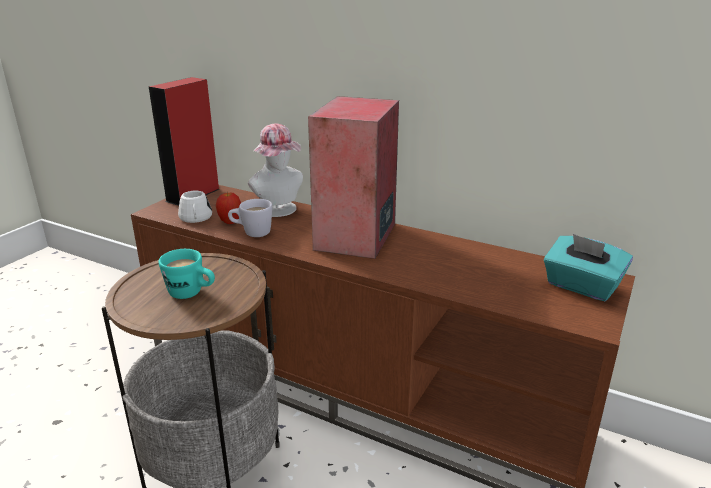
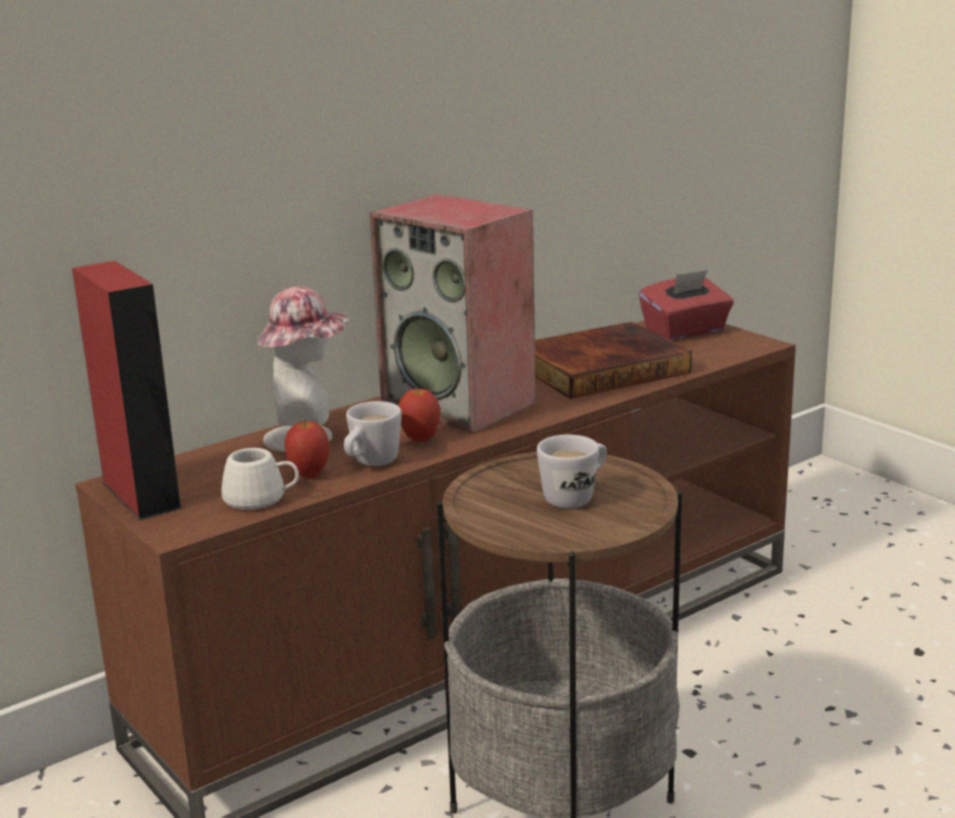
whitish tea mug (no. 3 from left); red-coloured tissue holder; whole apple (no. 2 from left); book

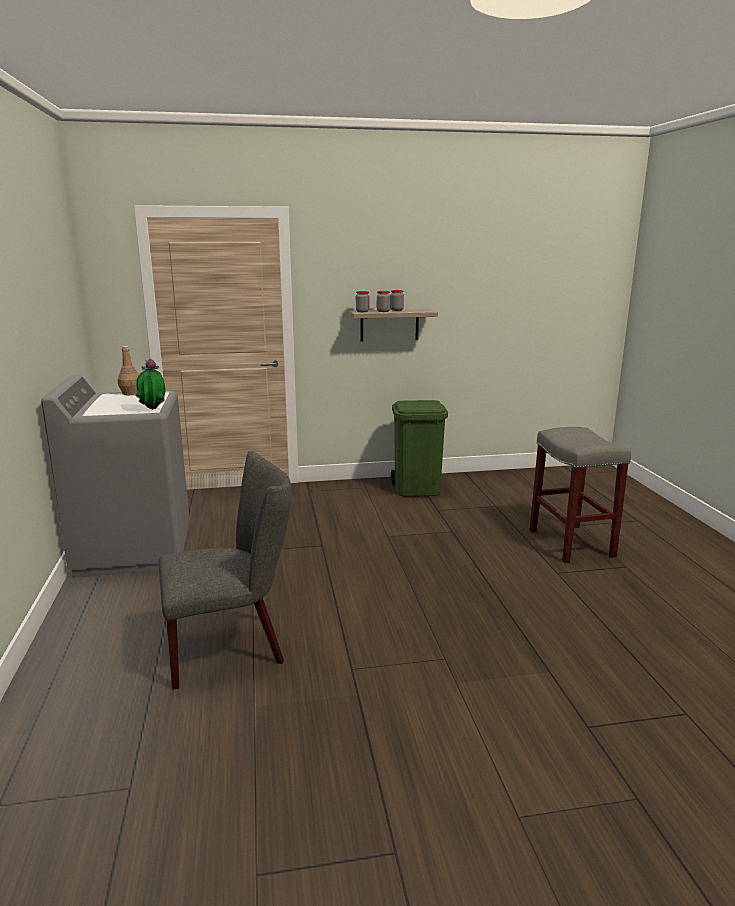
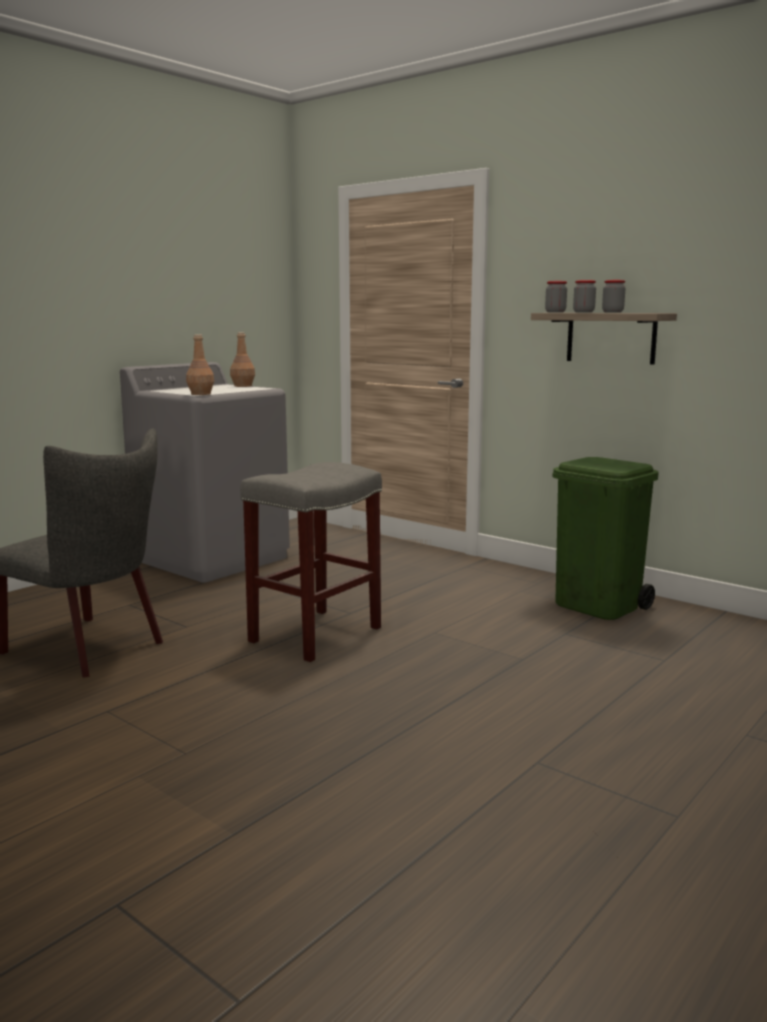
brownish beverage bottle (no. 1 from left); grey sitting stool

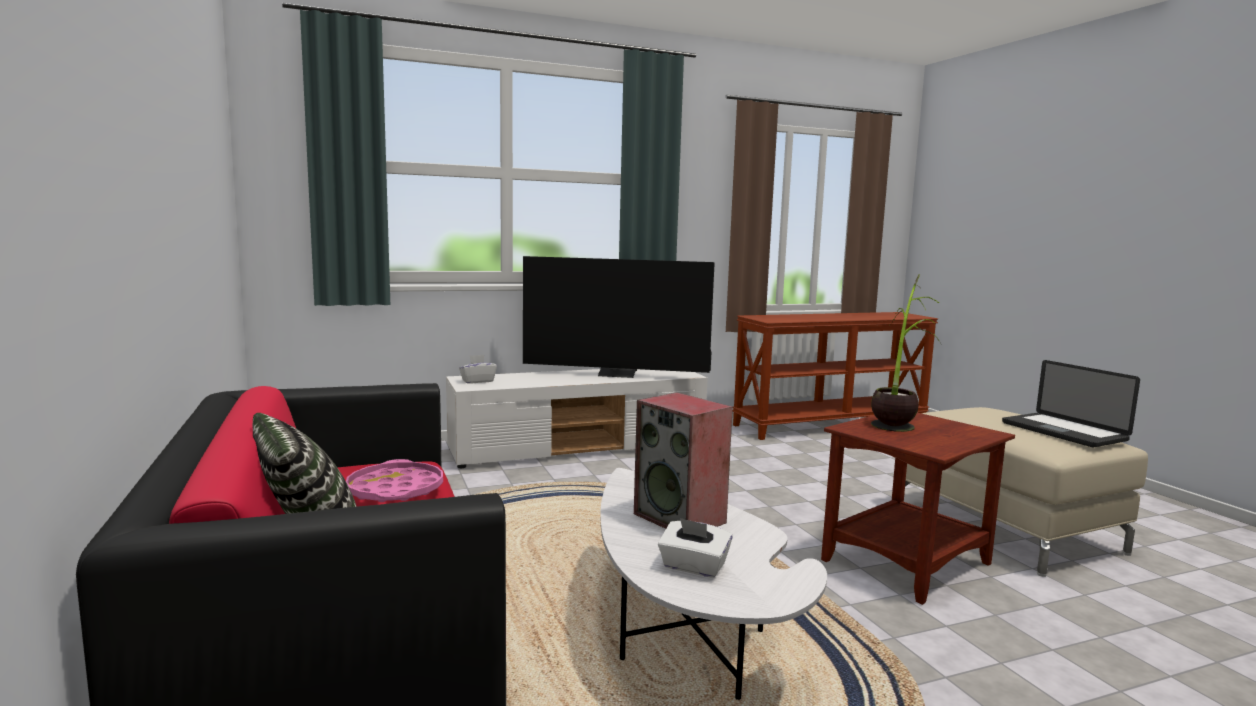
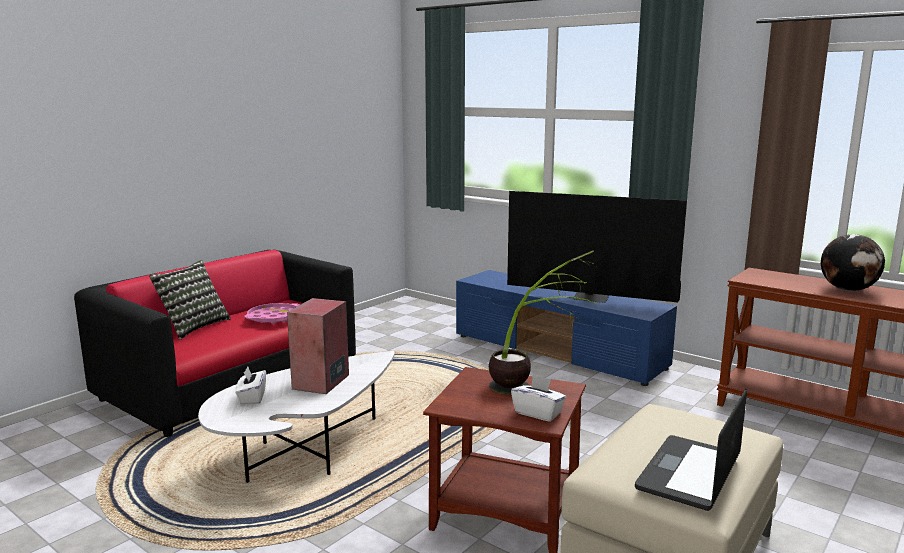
bluish tv unit; whitish tissue holder (no. 2 from left); TV set; world globe

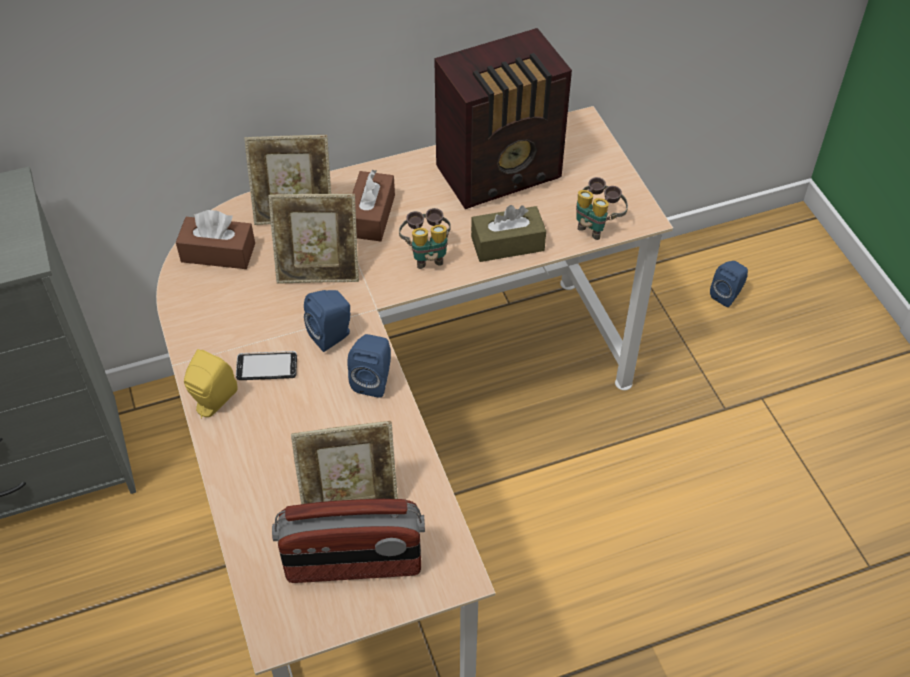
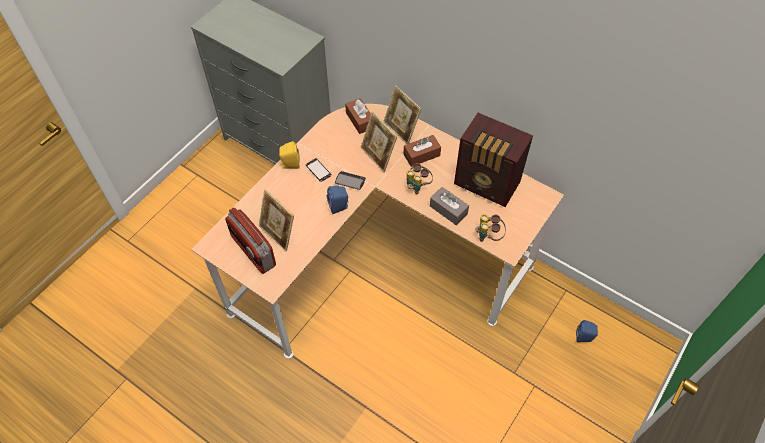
telephone (no. 2 from left); grey tissue holder

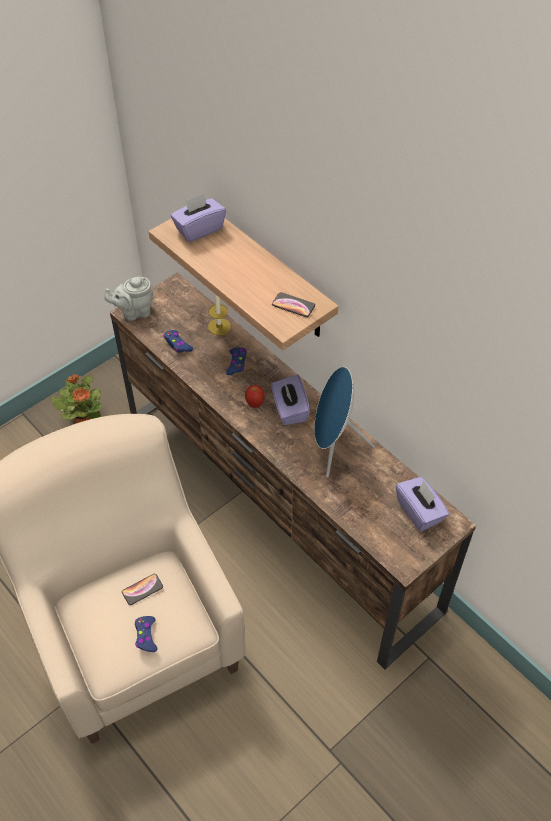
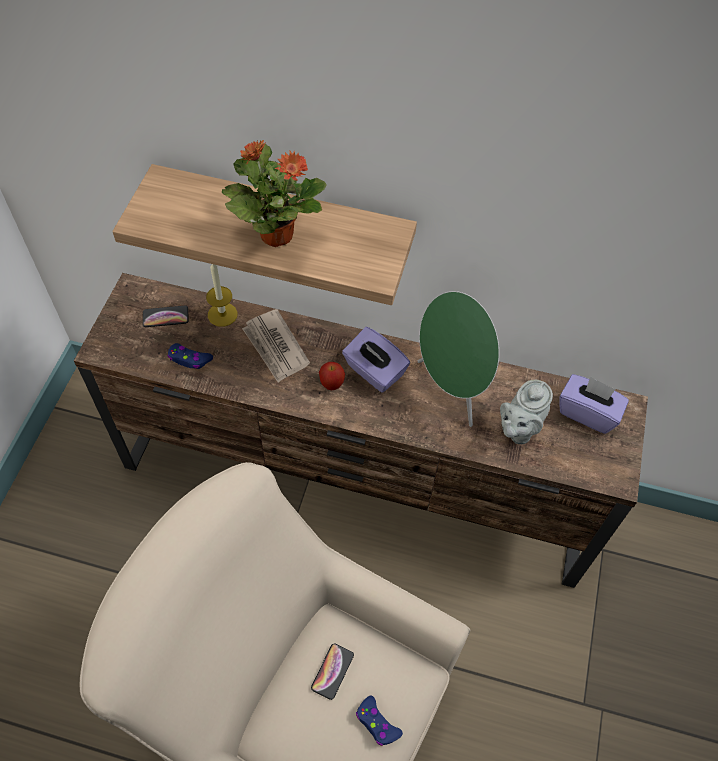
houseplant; grey tea pot; purplish tissue holder (no. 1 from left in the first image); newspaper; telephone (no. 1 from left); greenish loudspeaker

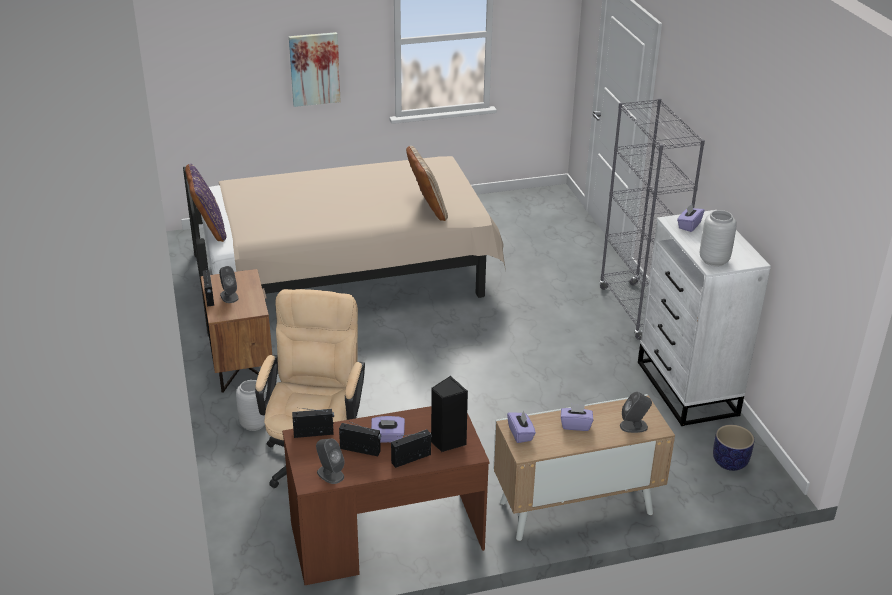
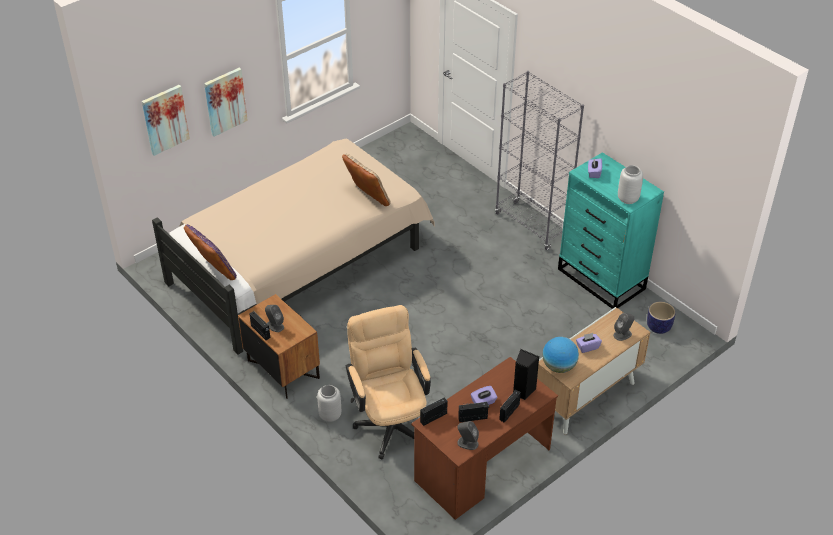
world globe; blue-green dresser; wall picture (no. 1 from left)

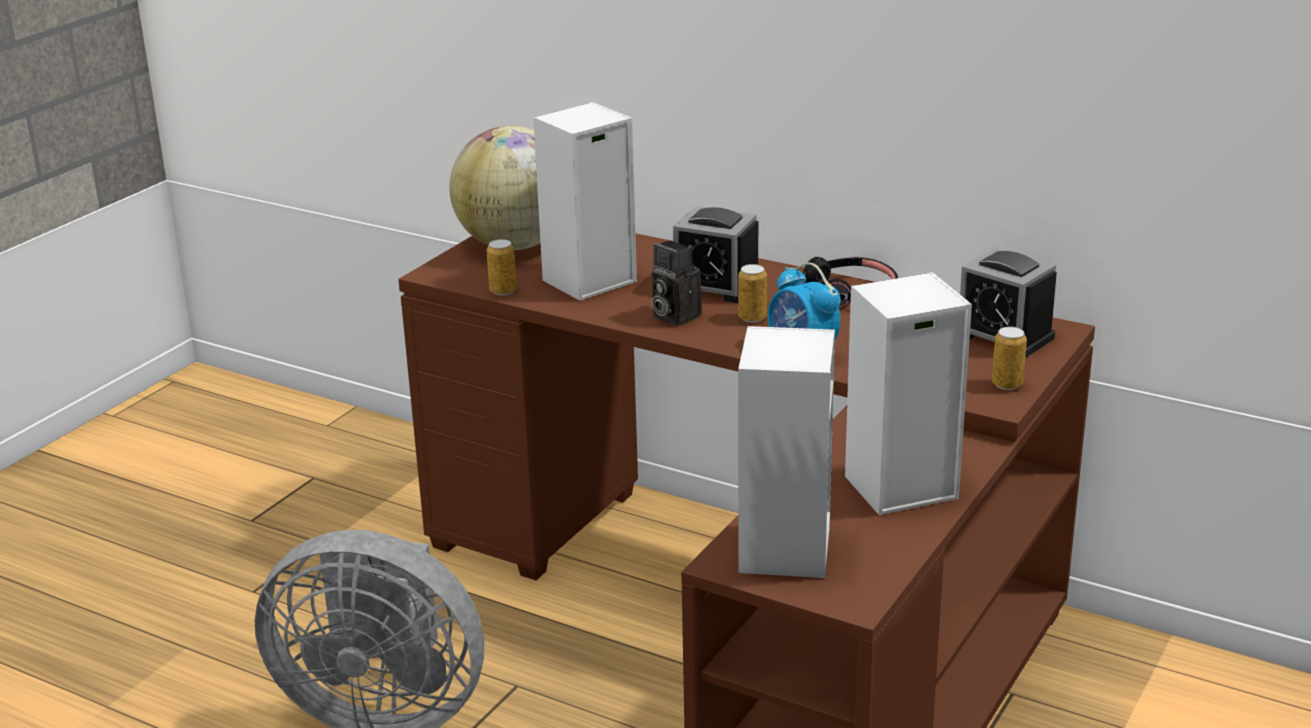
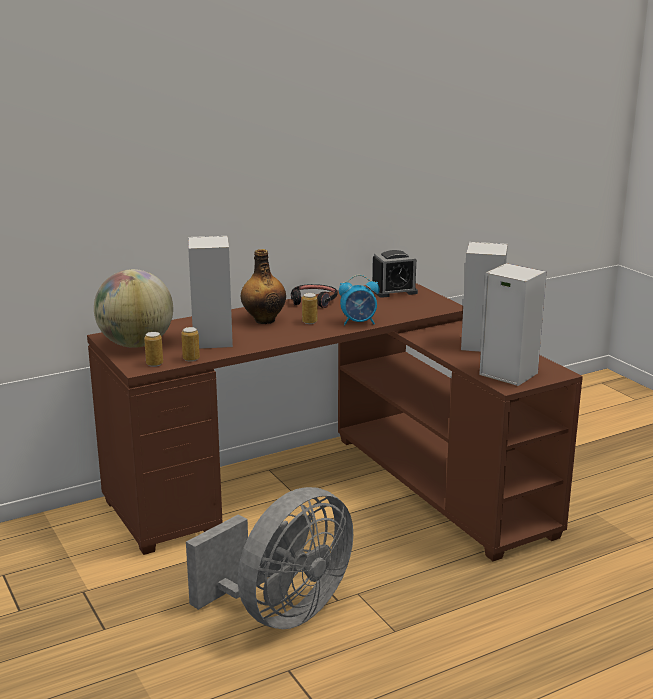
still camera; beverage bottle; can (no. 1 from left)

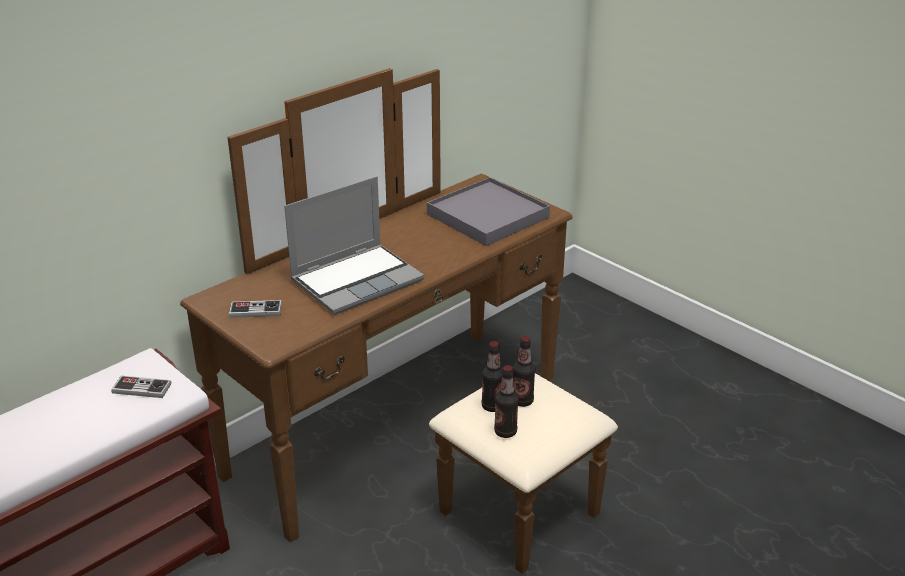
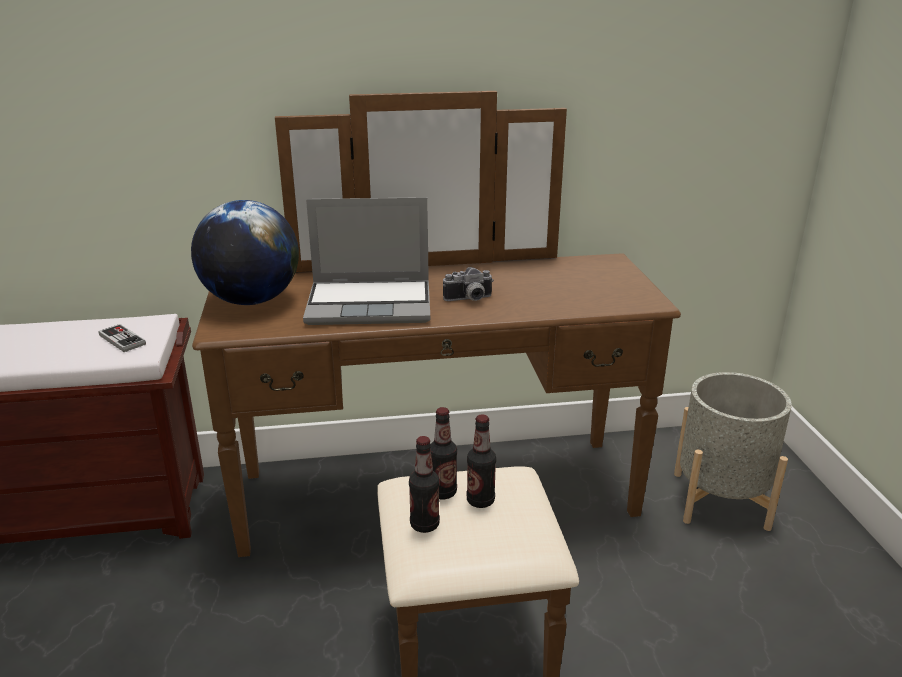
world globe; grey carrying tray; still camera; grey plant pot

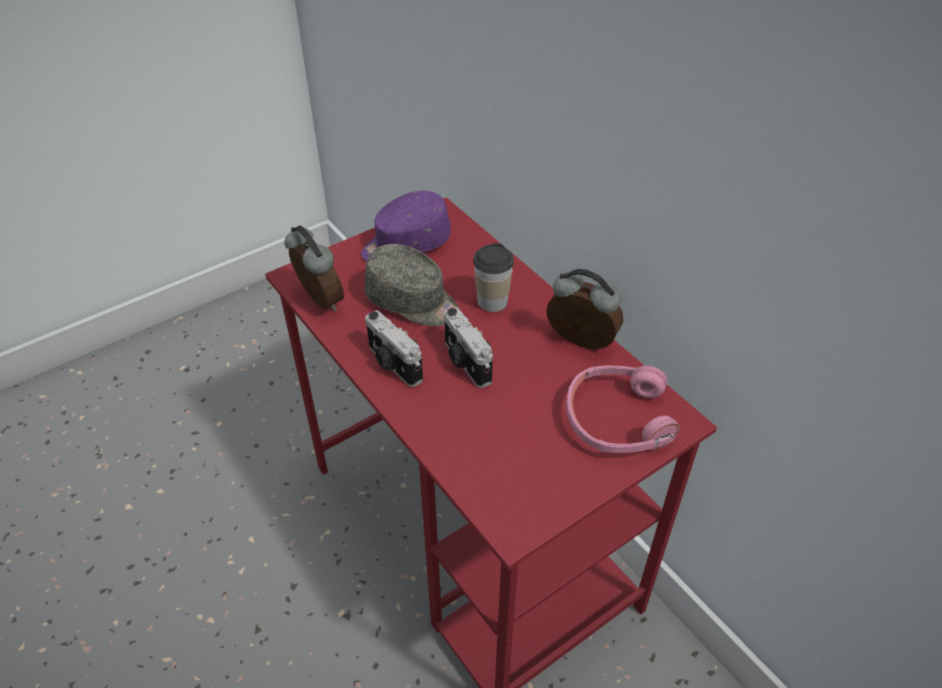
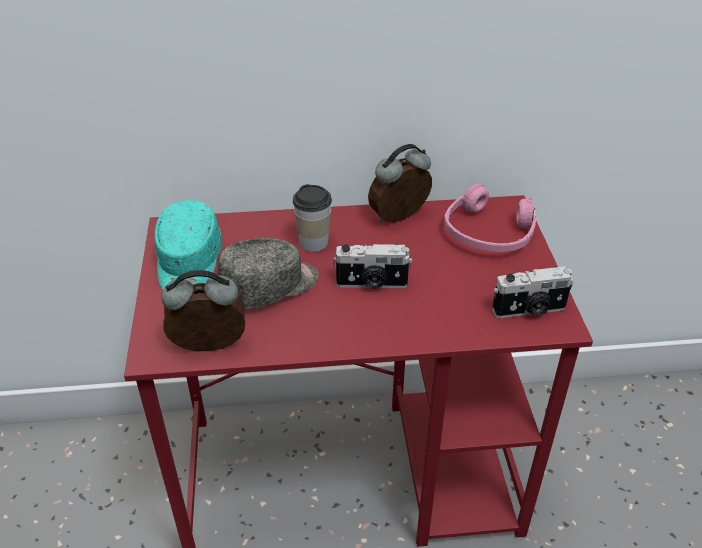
blue-green peaked cap; still camera (no. 2 from left)

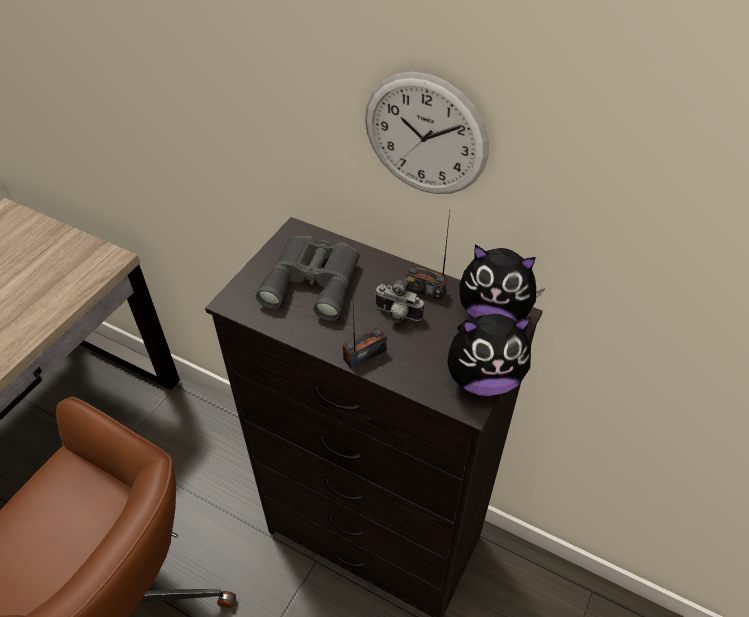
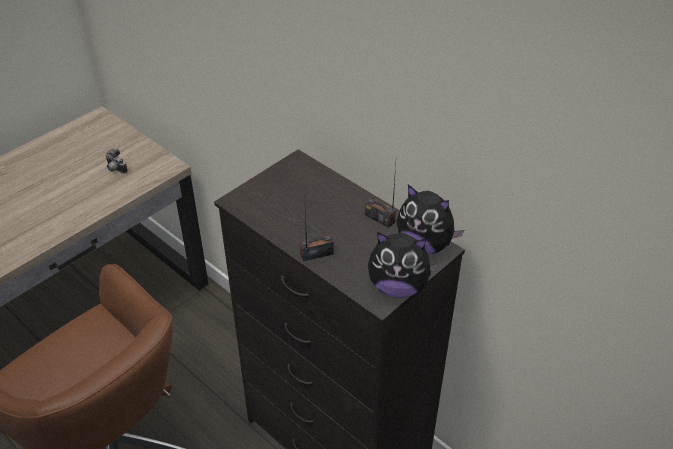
grey binoculars; hanging clock; still camera

